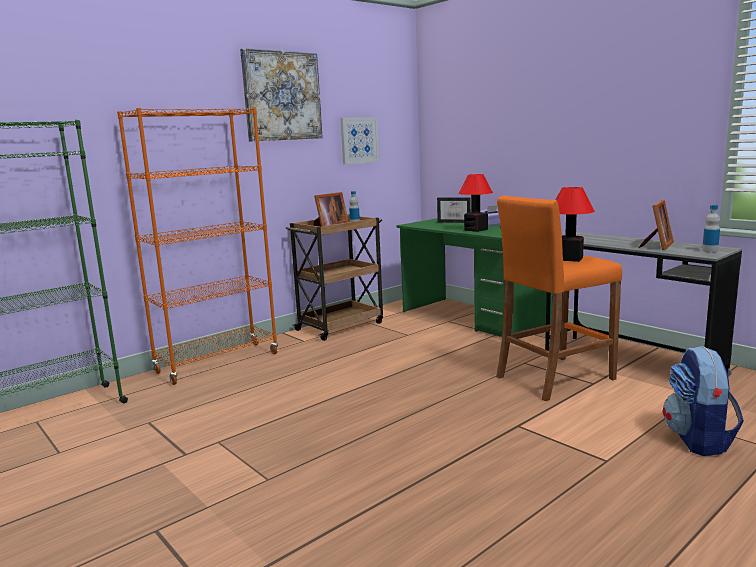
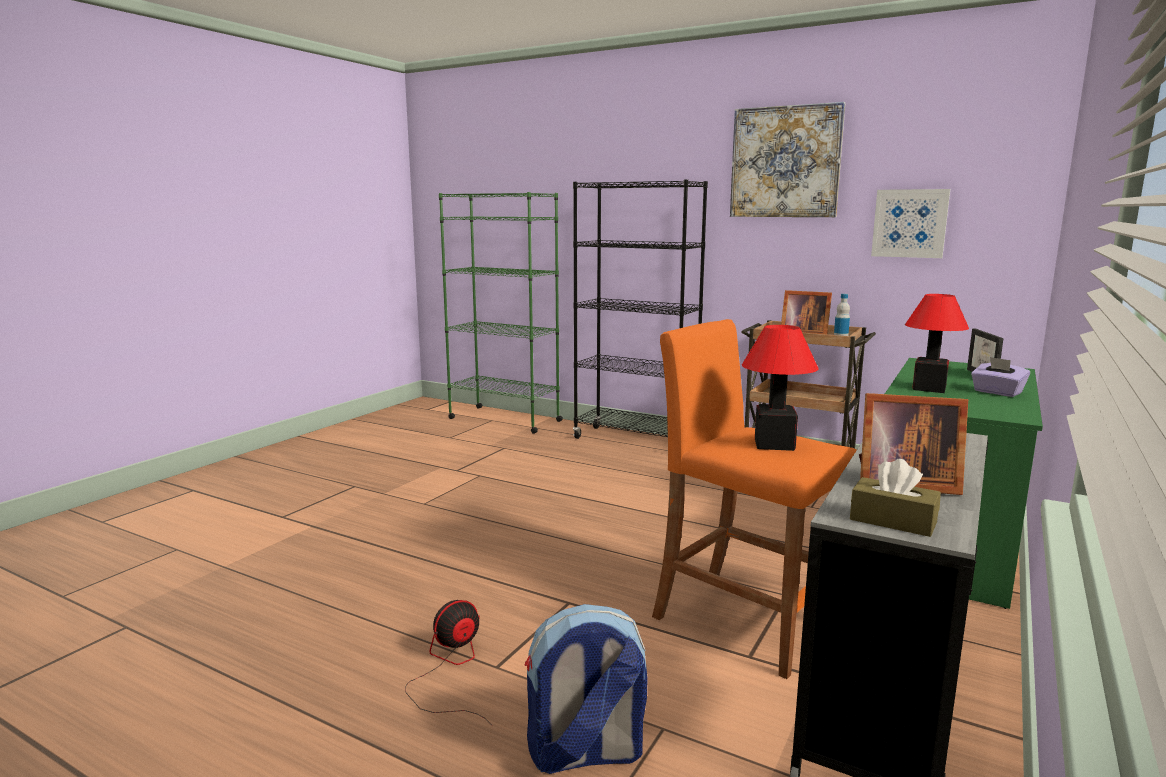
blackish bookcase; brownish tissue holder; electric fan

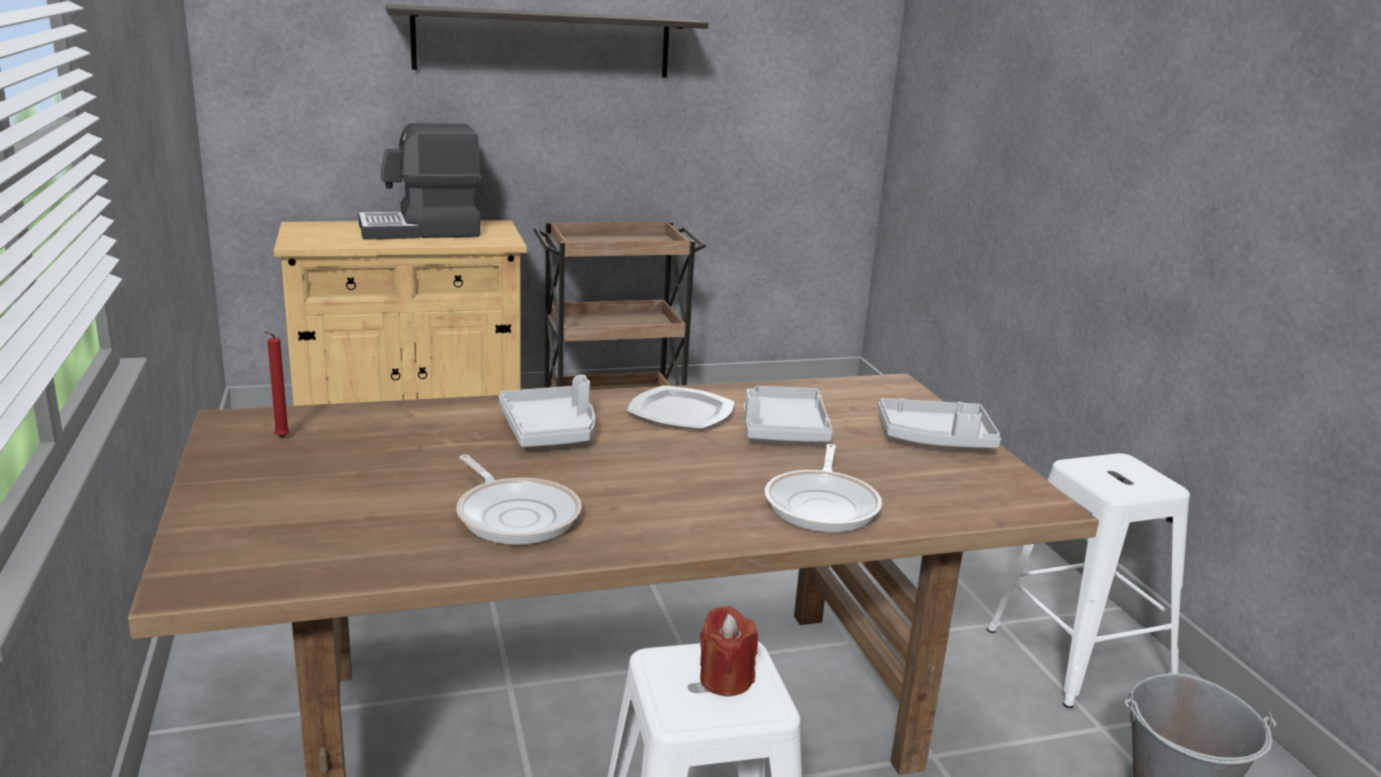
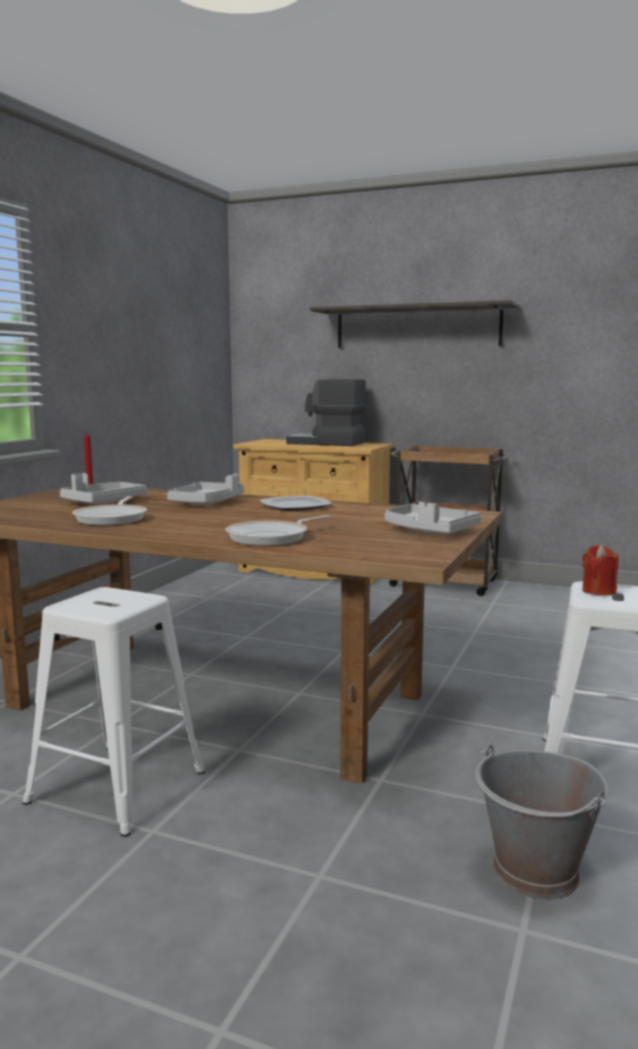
red-coloured candle (no. 2 from left); grey carrying tray (no. 1 from left)

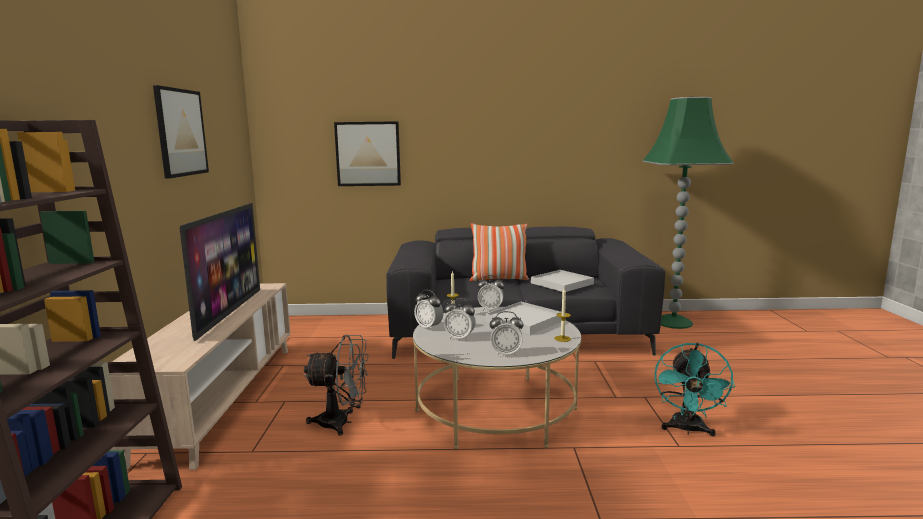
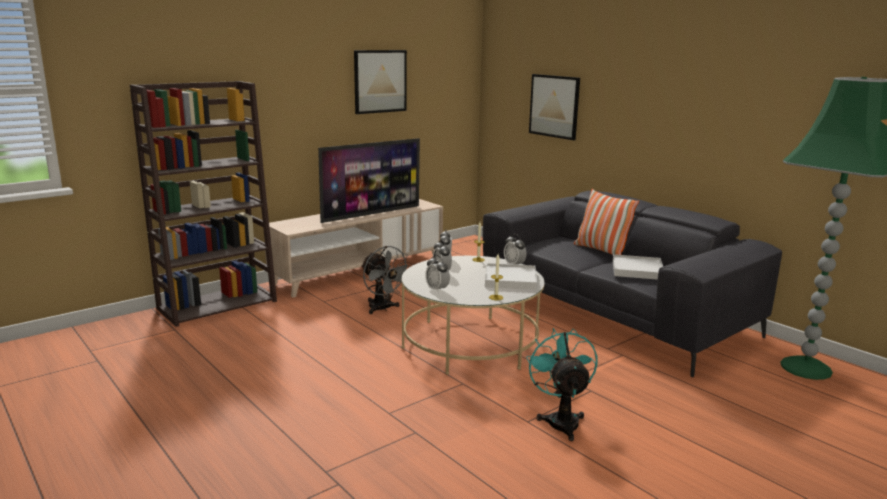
blue-green electric fan

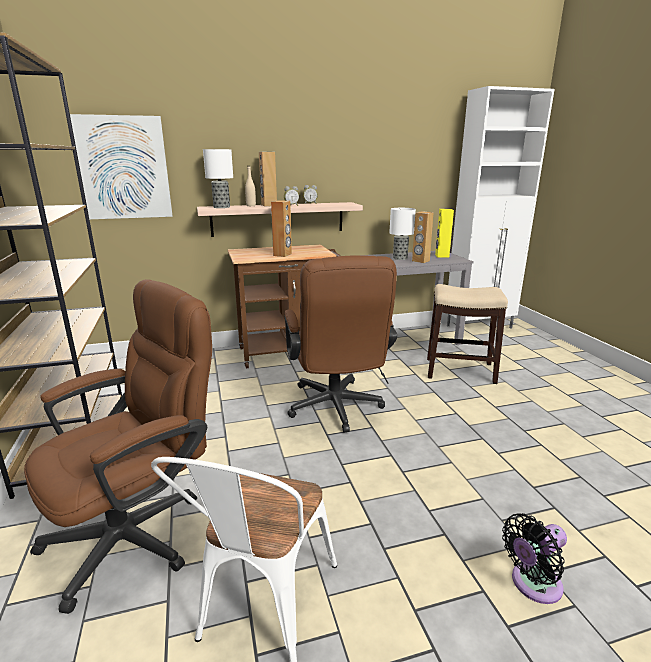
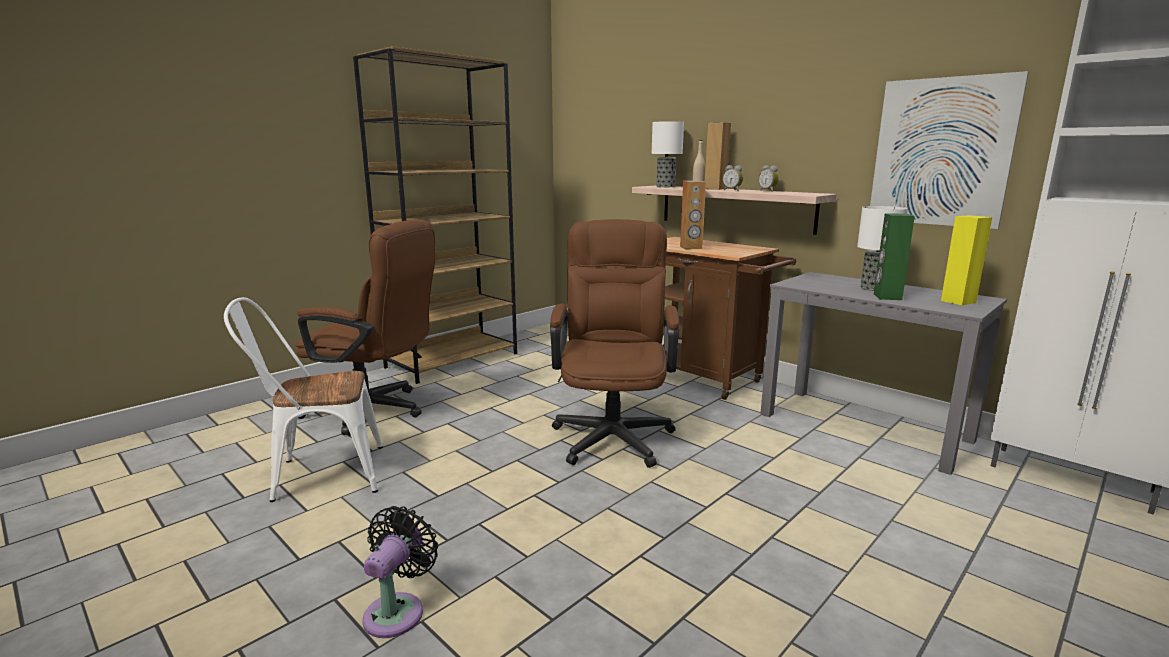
wall picture; brownish desk chair (no. 2 from left); greenish loudspeaker; sitting stool; blackish electric fan

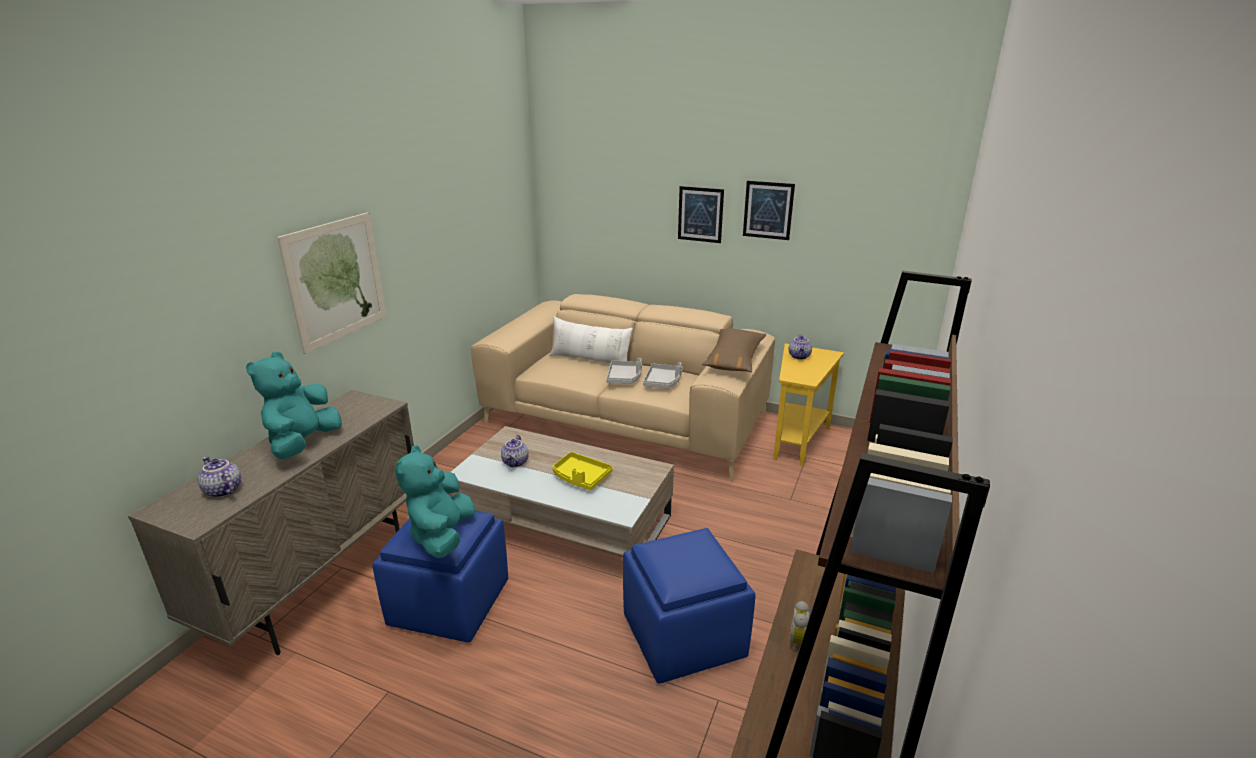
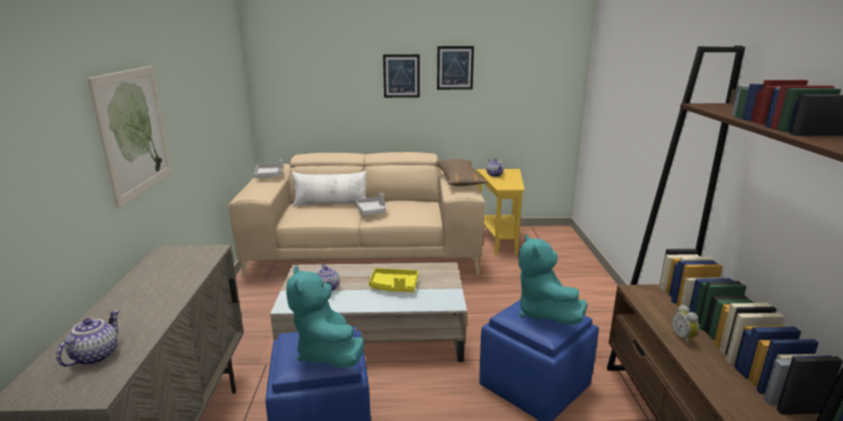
tea pot (no. 1 from left); blue-green cuddly toy (no. 2 from left); grey carrying tray (no. 1 from left)

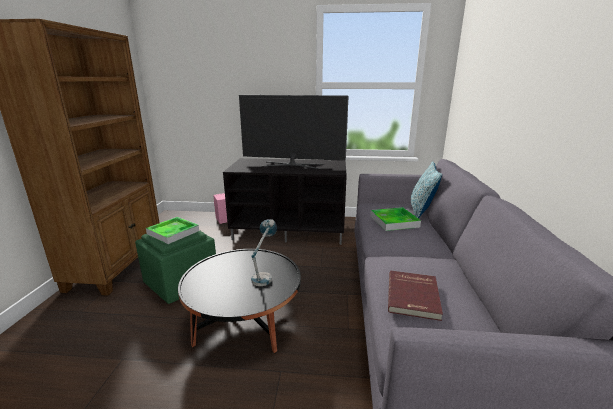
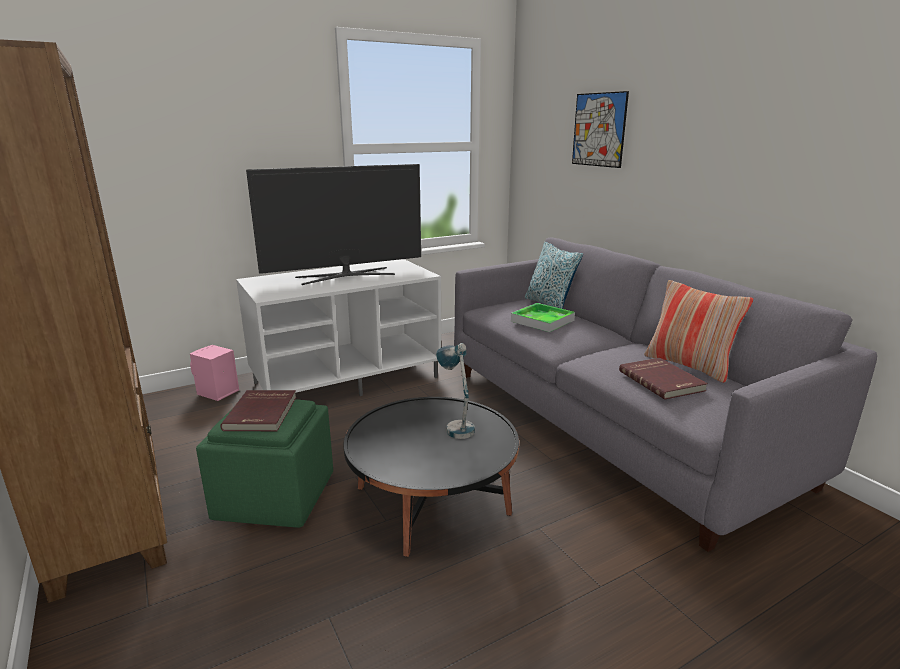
red-coloured book (no. 1 from left); whitish tv unit; wall picture; cushion (no. 2 from left)

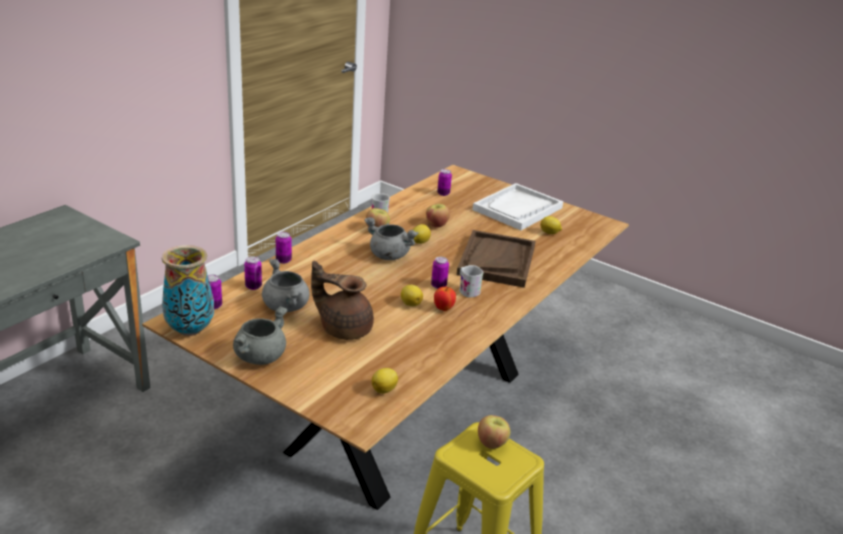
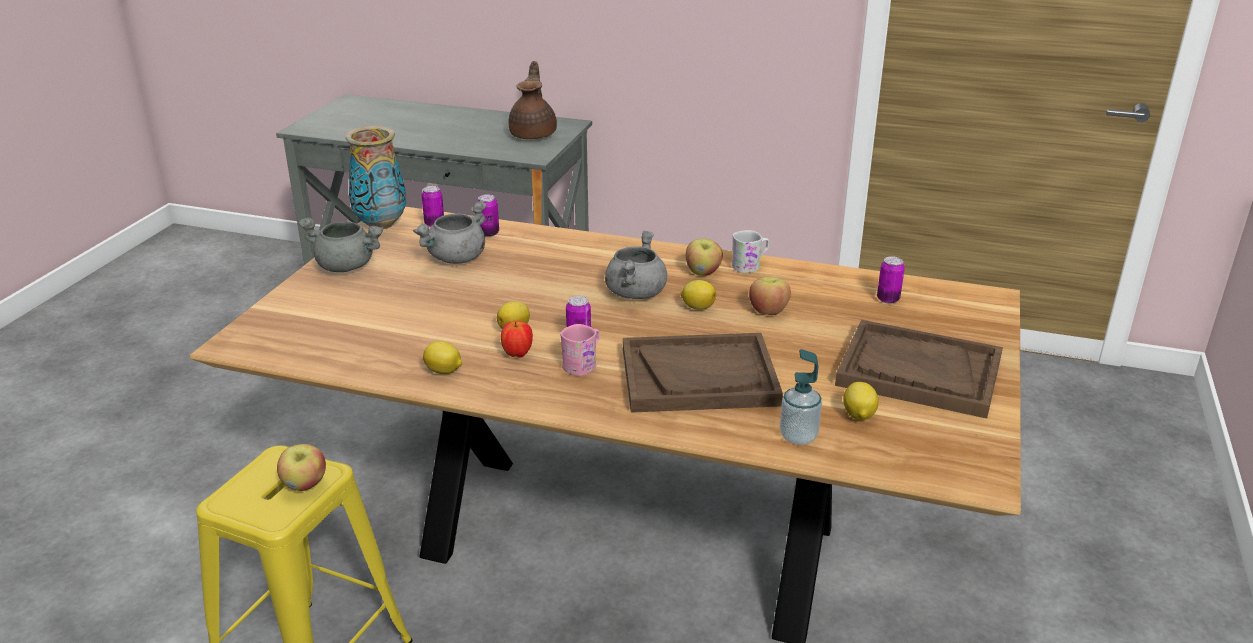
can (no. 3 from left in the first image); brownish tea pot; lemon (no. 1 from left); pink tea mug; brownish carrying tray (no. 2 from left); soap bottle

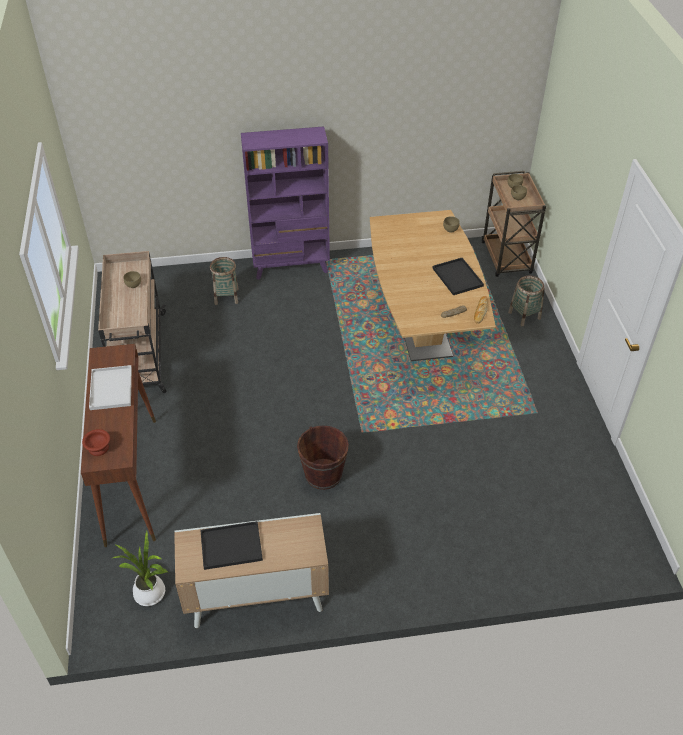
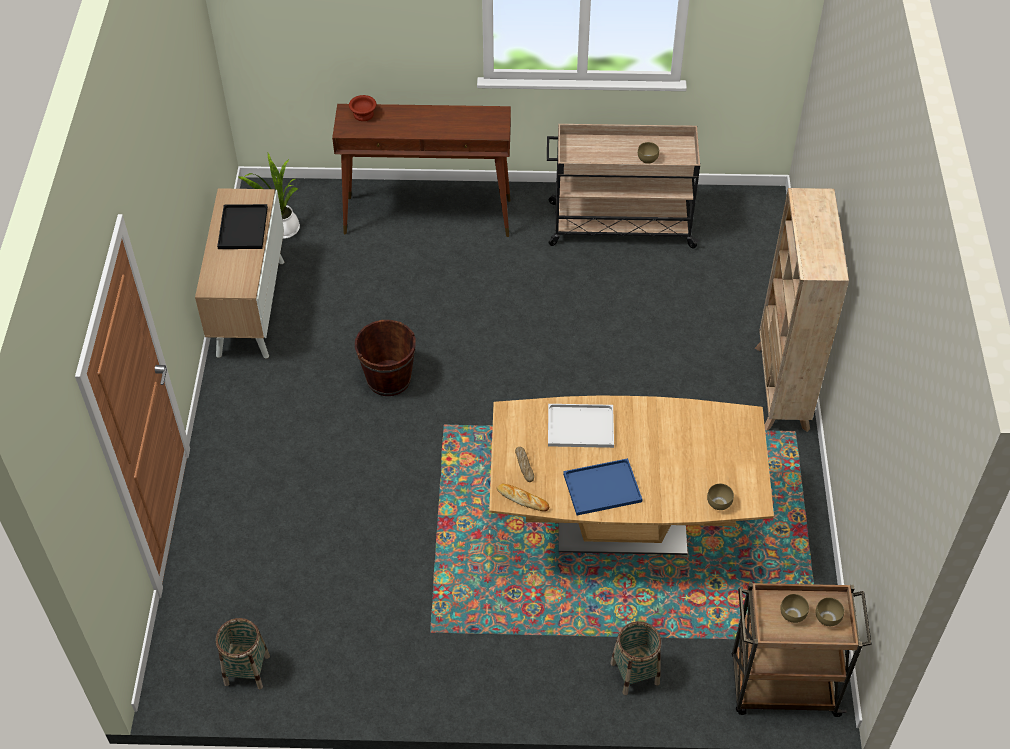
whitish carrying tray; storage basket (no. 1 from left); beige bookcase; bluish carrying tray

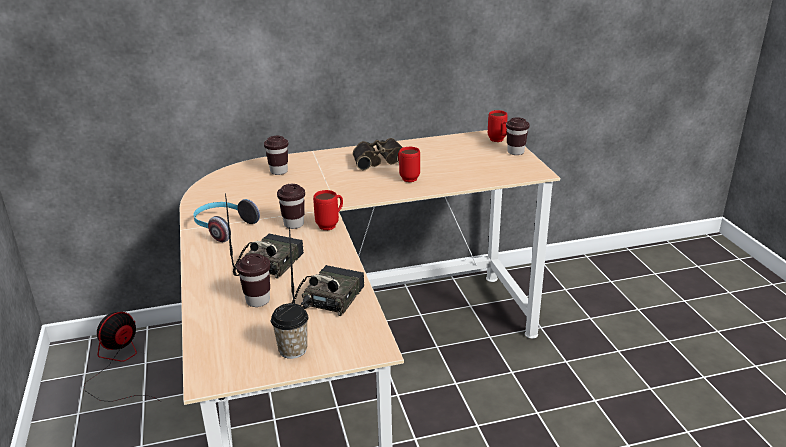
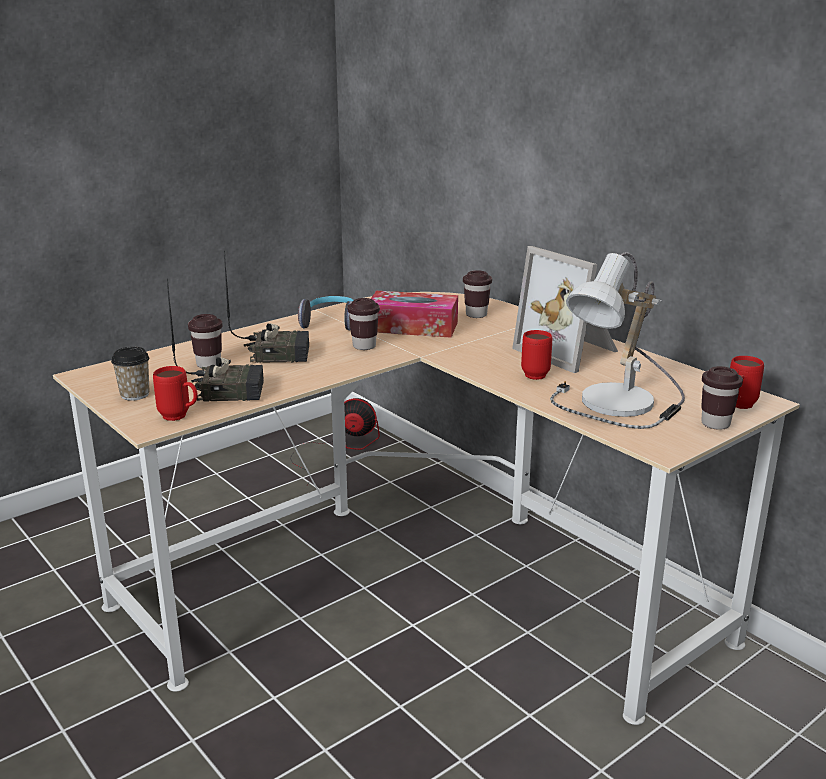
red-coloured tea mug (no. 1 from left); photo frame; tissue holder; lamp for a table

